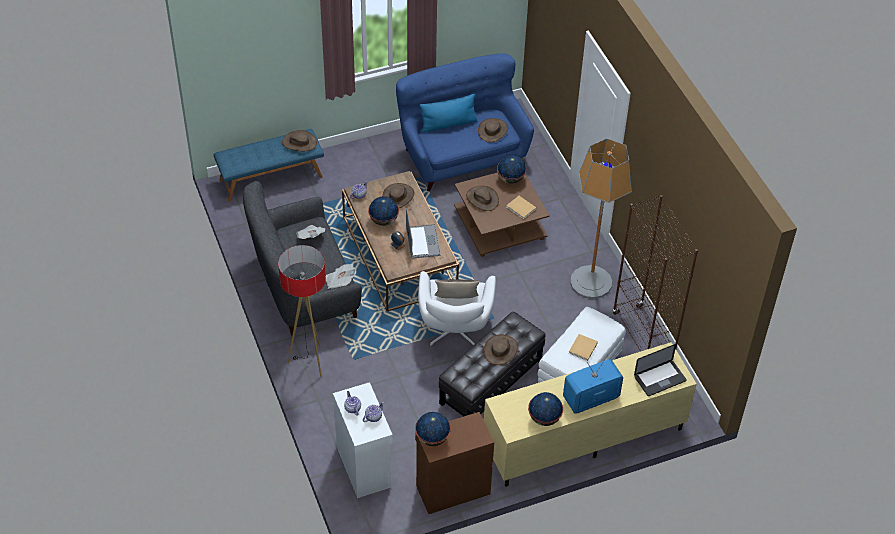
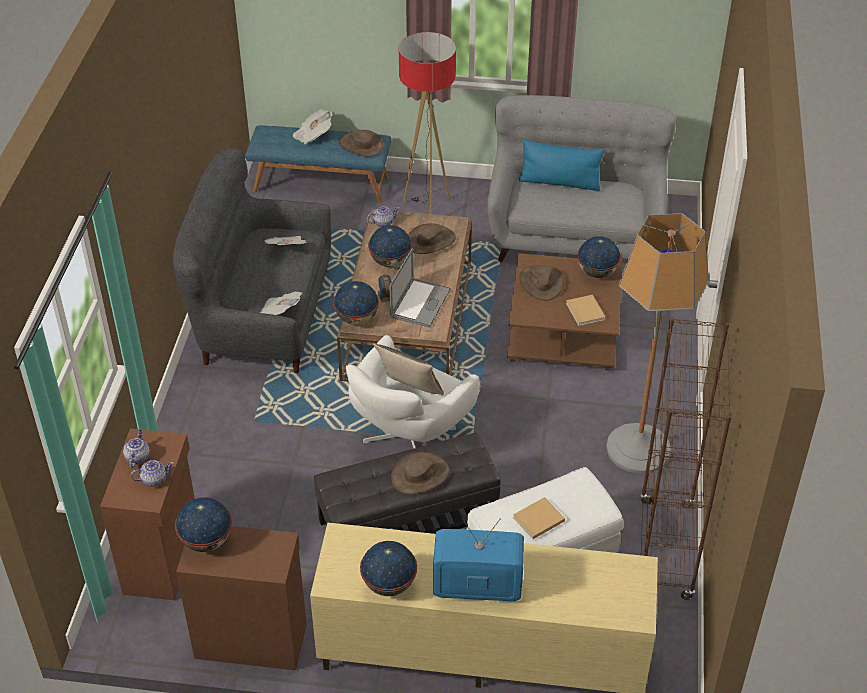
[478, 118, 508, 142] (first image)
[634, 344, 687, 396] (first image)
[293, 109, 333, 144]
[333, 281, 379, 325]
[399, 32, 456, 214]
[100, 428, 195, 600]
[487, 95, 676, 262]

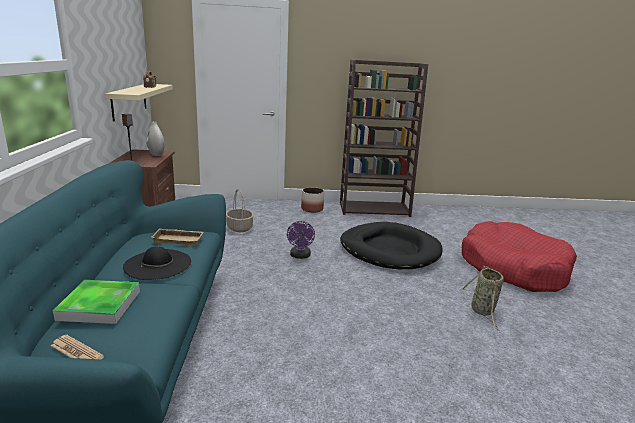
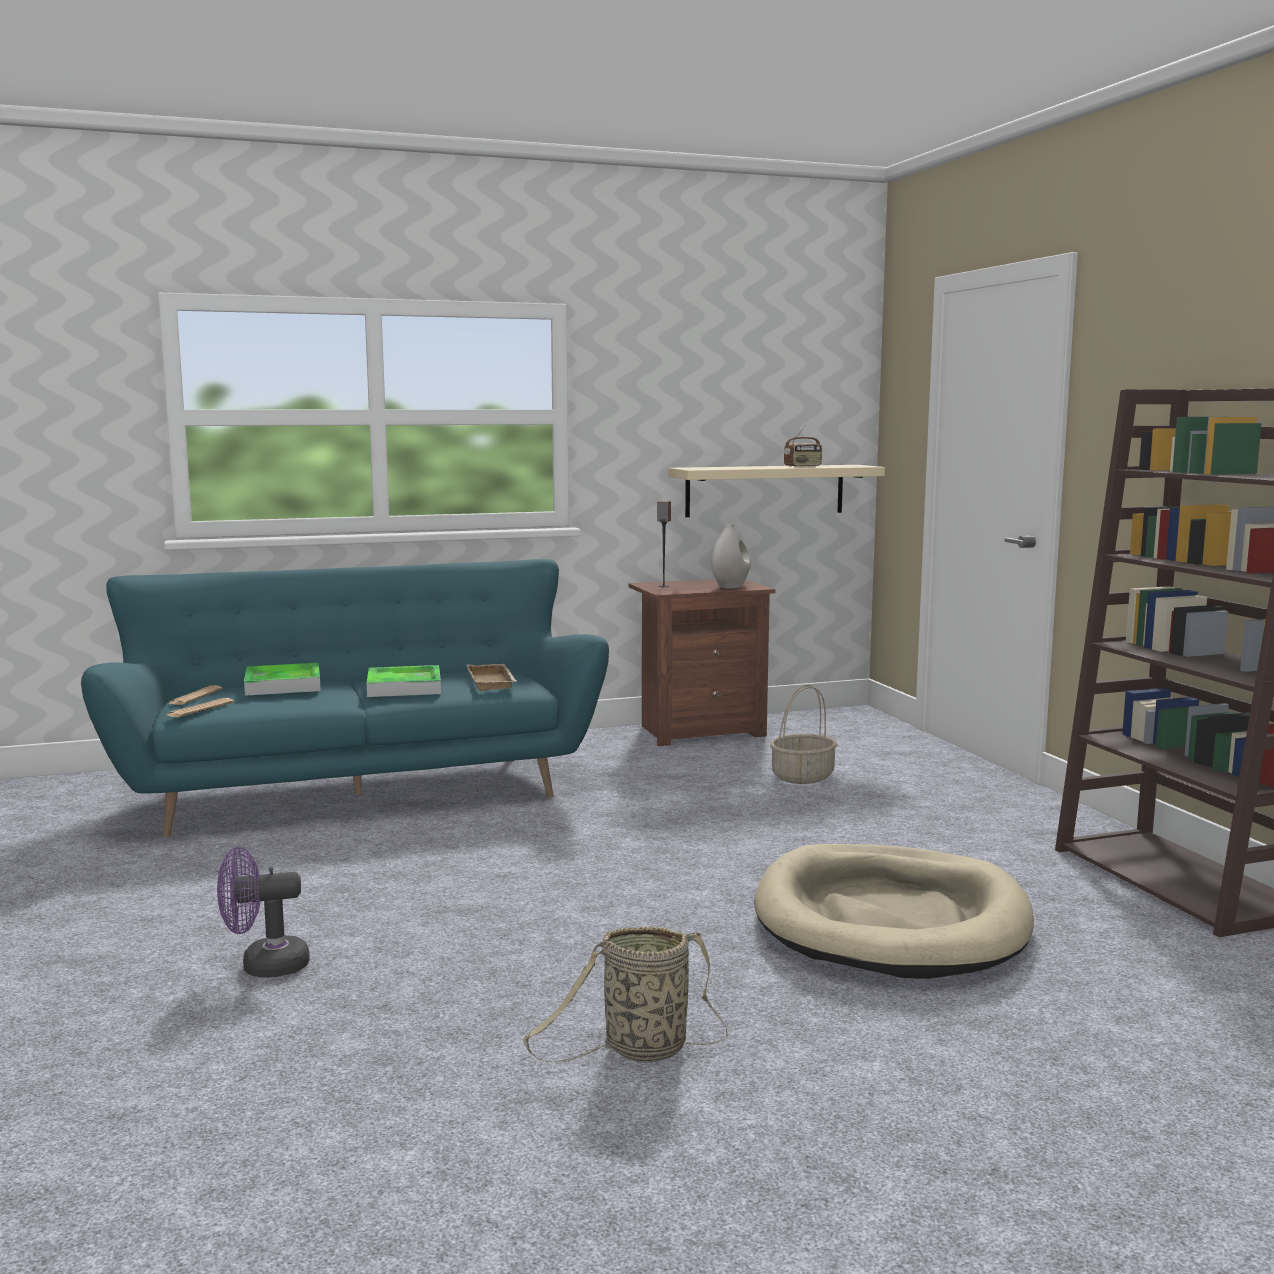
[301, 187, 324, 213] (first image)
[462, 221, 577, 292] (first image)
[168, 698, 234, 718]
[217, 847, 310, 978]
[367, 665, 441, 697]
[754, 844, 1034, 979]

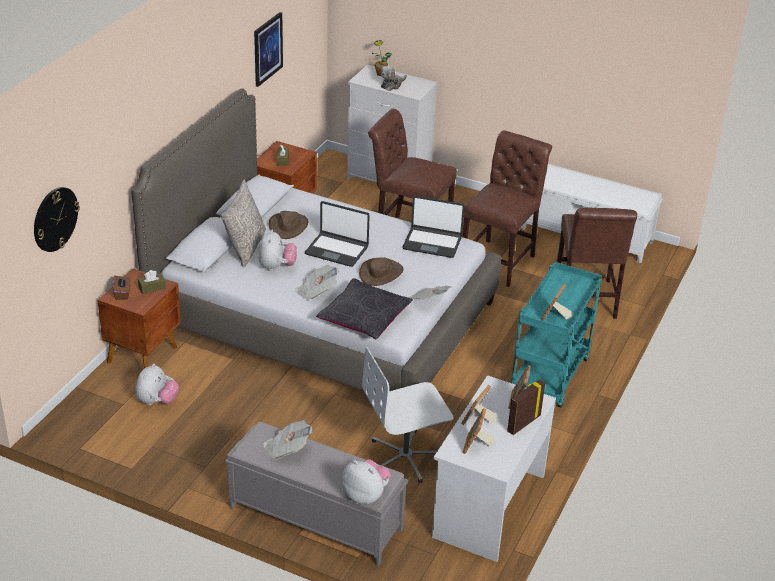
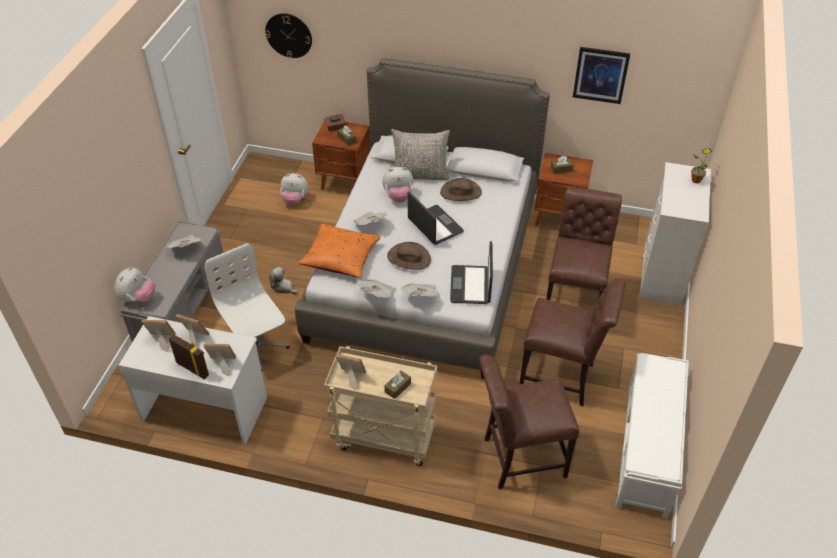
[384, 371, 411, 399]
[401, 283, 439, 297]
[269, 267, 298, 295]
[298, 224, 381, 278]
[324, 346, 437, 466]
[408, 192, 464, 245]

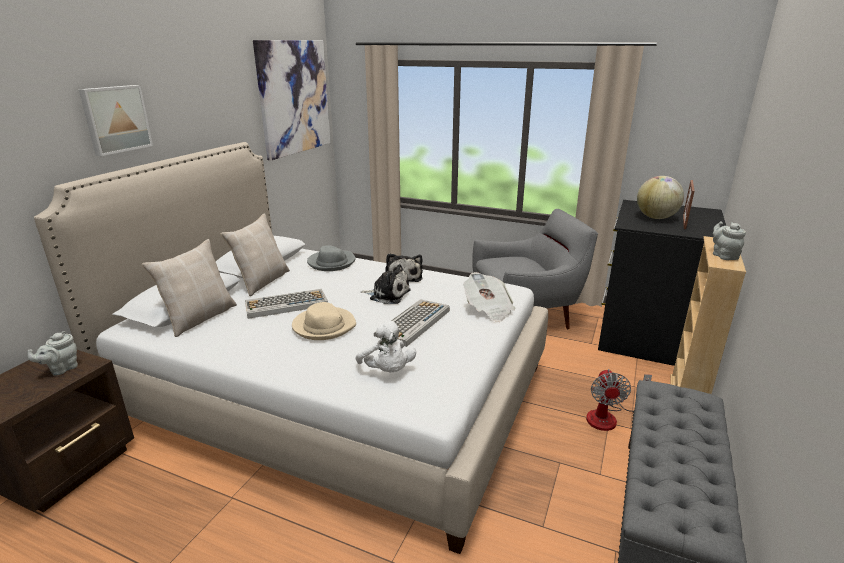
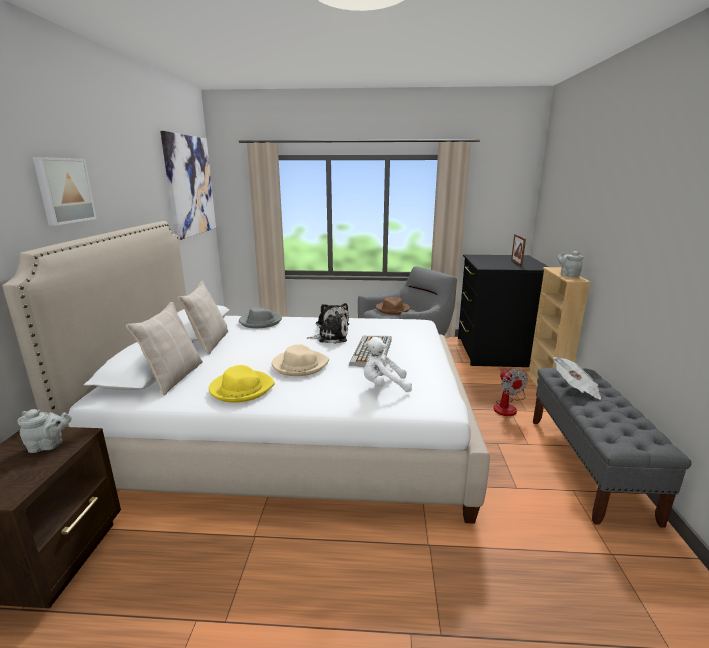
[245, 289, 328, 319] (first image)
[637, 176, 684, 219] (first image)
[209, 365, 275, 403]
[376, 297, 410, 315]
[553, 357, 602, 400]
[18, 409, 72, 453]
[364, 337, 412, 392]

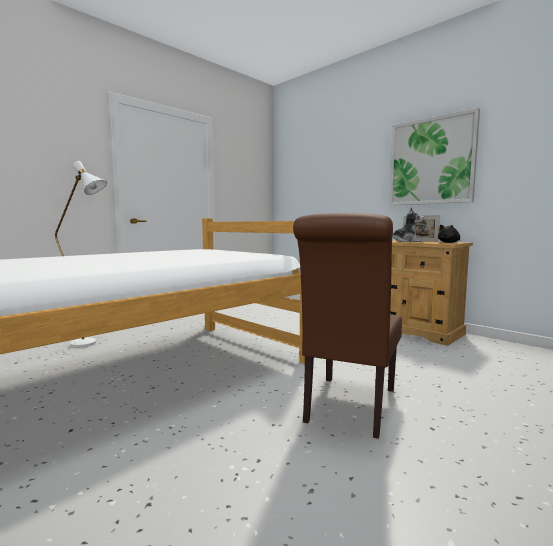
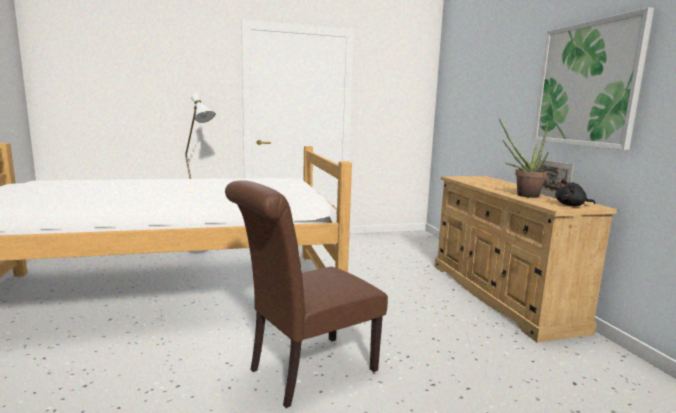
[499, 118, 549, 198]

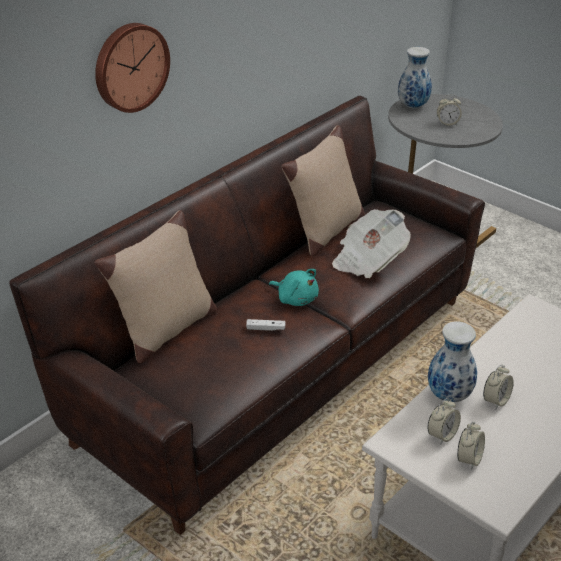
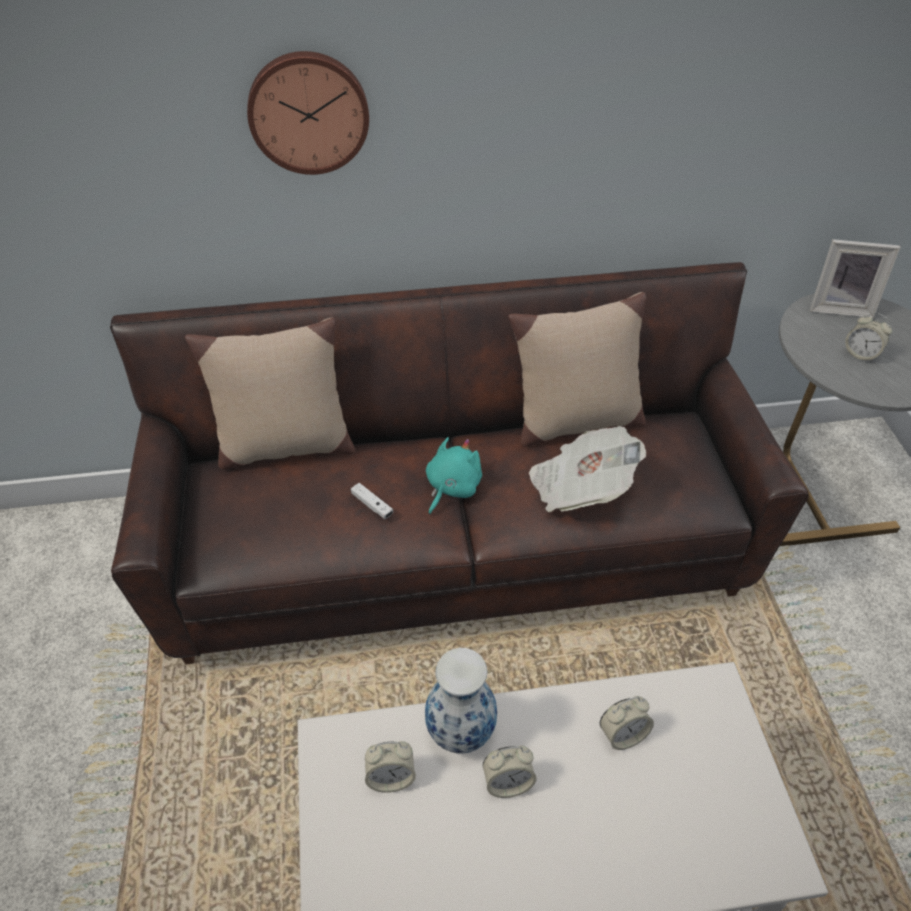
[600, 696, 654, 750]
[810, 239, 901, 318]
[426, 437, 482, 515]

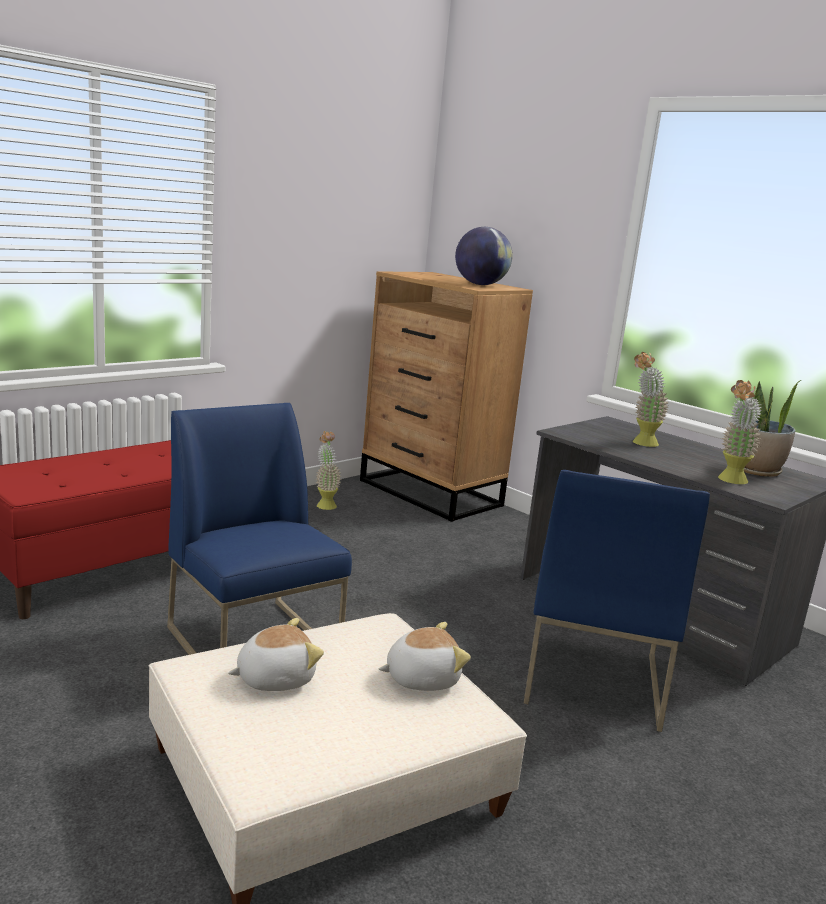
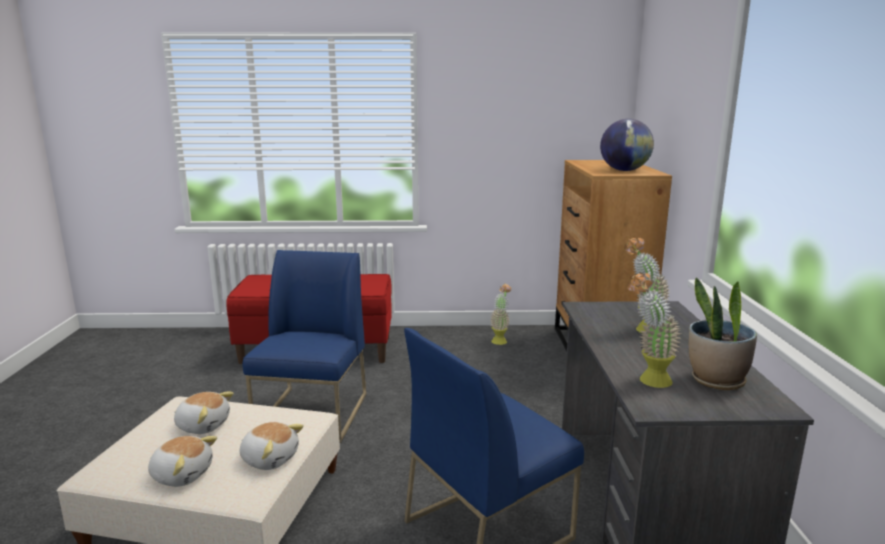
[148, 436, 217, 487]

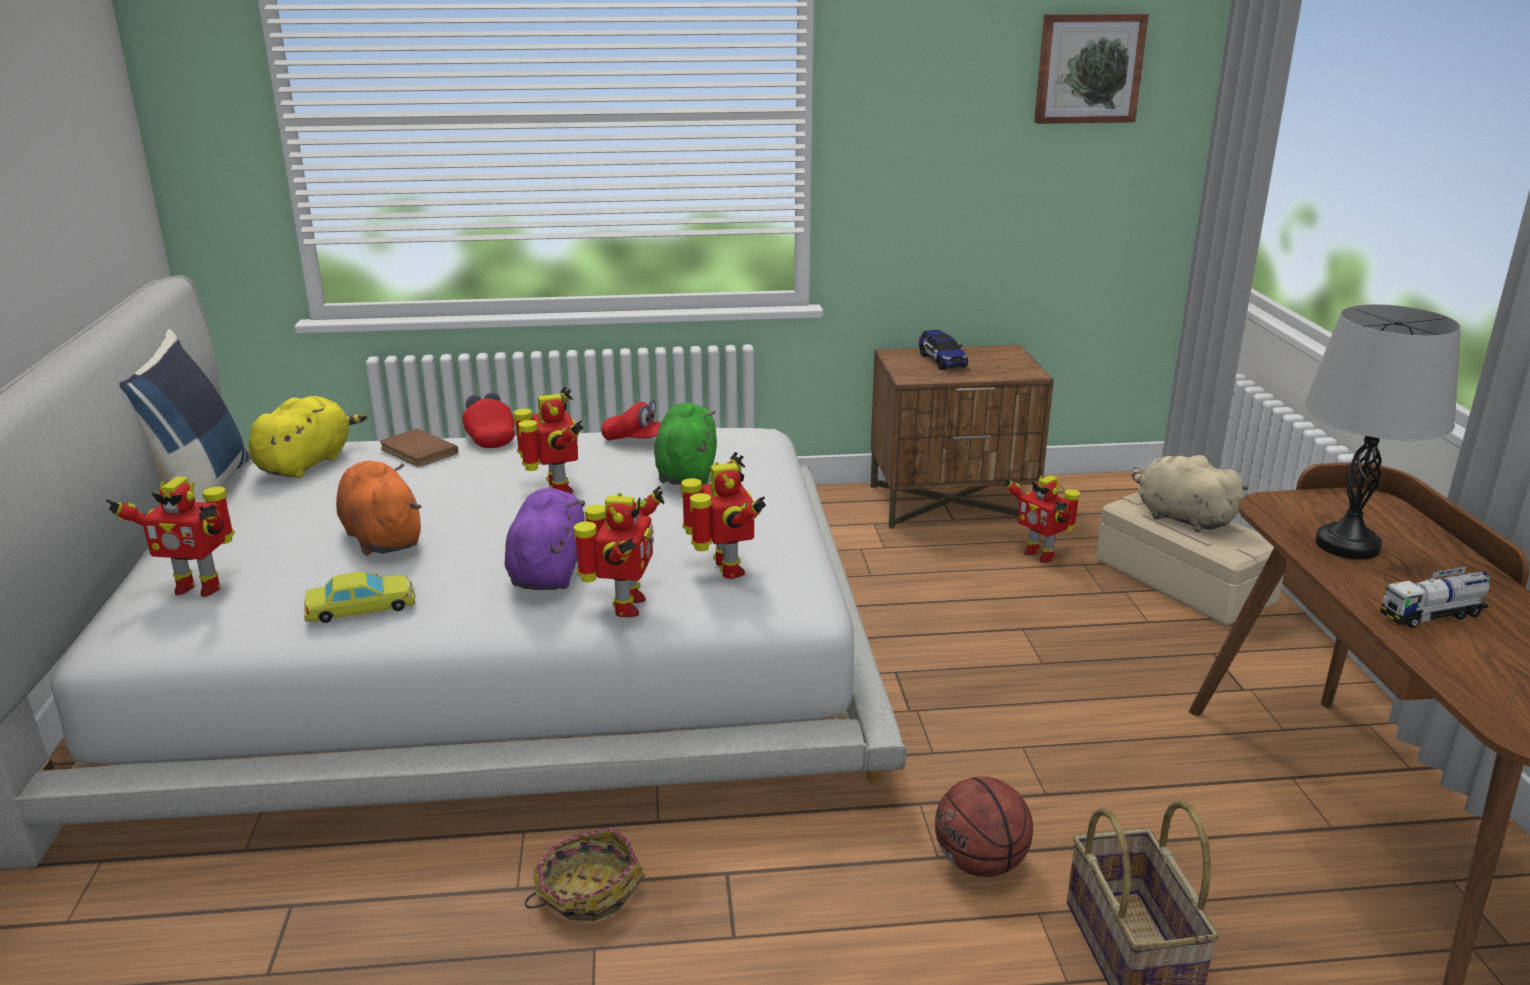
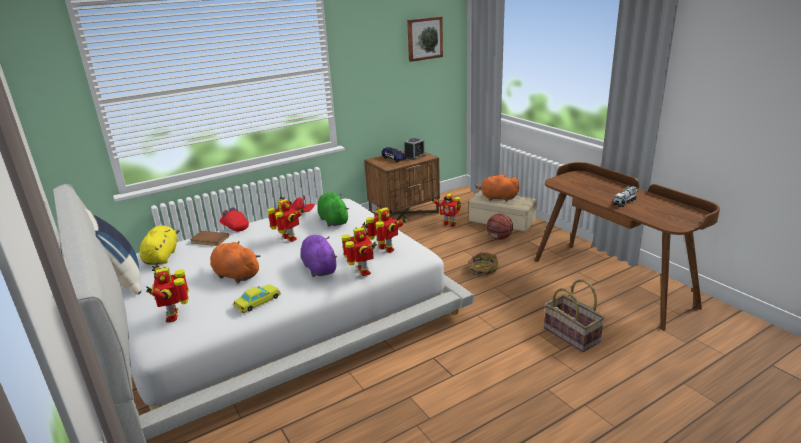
[1304, 304, 1461, 560] (first image)
[404, 138, 425, 160]
[468, 252, 499, 276]
[486, 214, 513, 240]
[475, 174, 519, 202]
[146, 264, 189, 322]

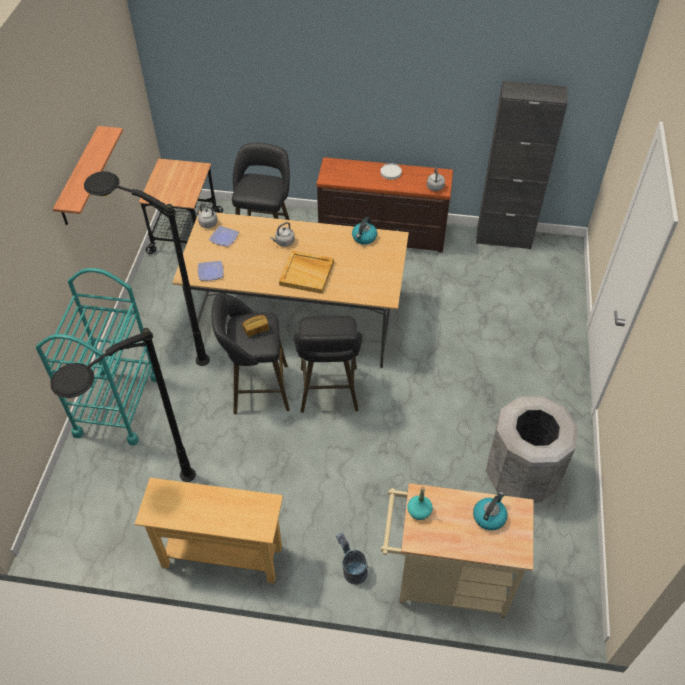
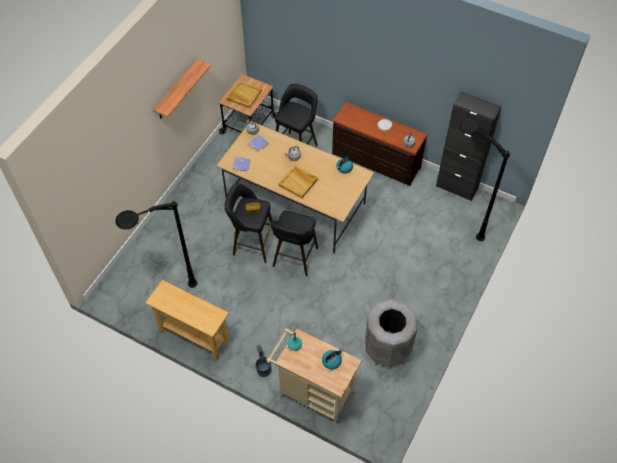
[36, 268, 157, 446] (first image)
[227, 81, 262, 108]
[459, 118, 510, 241]

